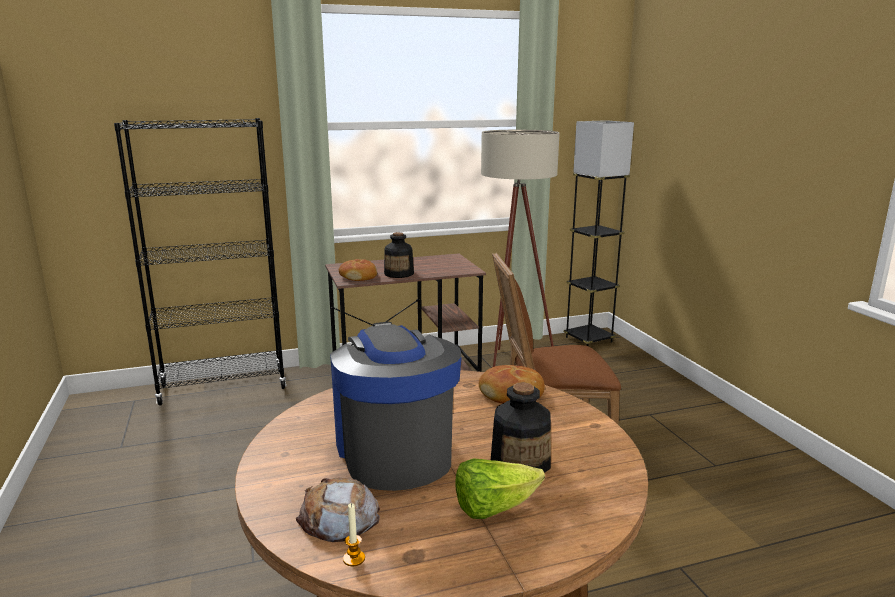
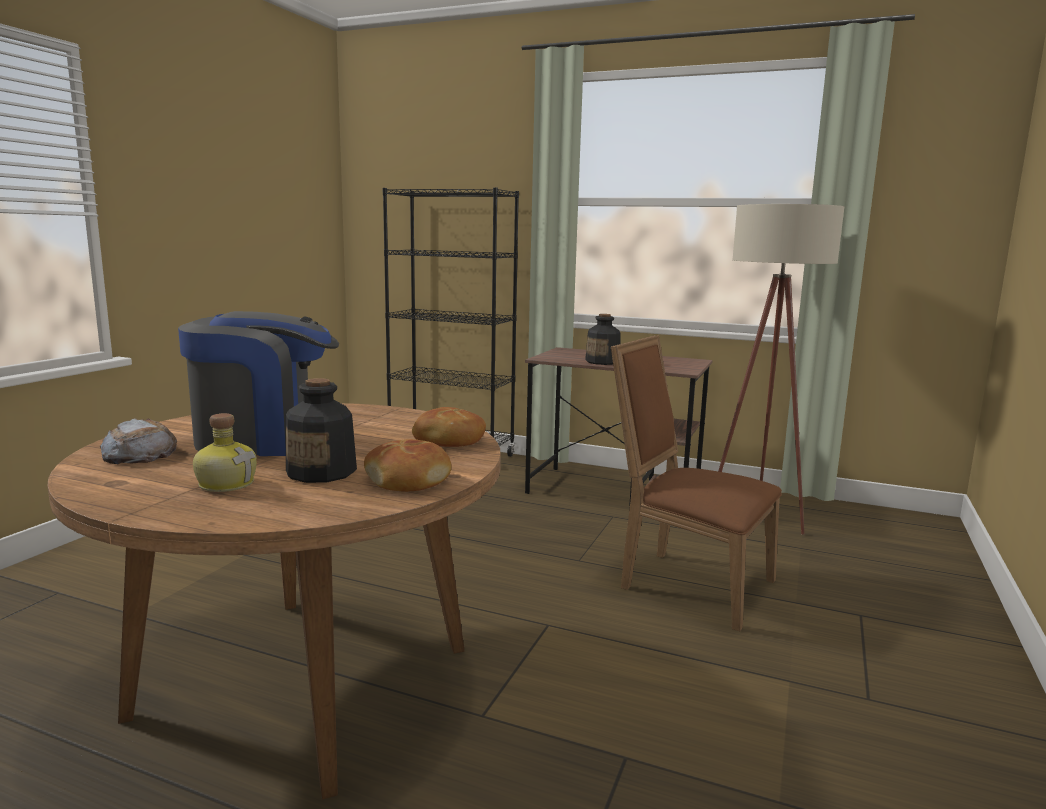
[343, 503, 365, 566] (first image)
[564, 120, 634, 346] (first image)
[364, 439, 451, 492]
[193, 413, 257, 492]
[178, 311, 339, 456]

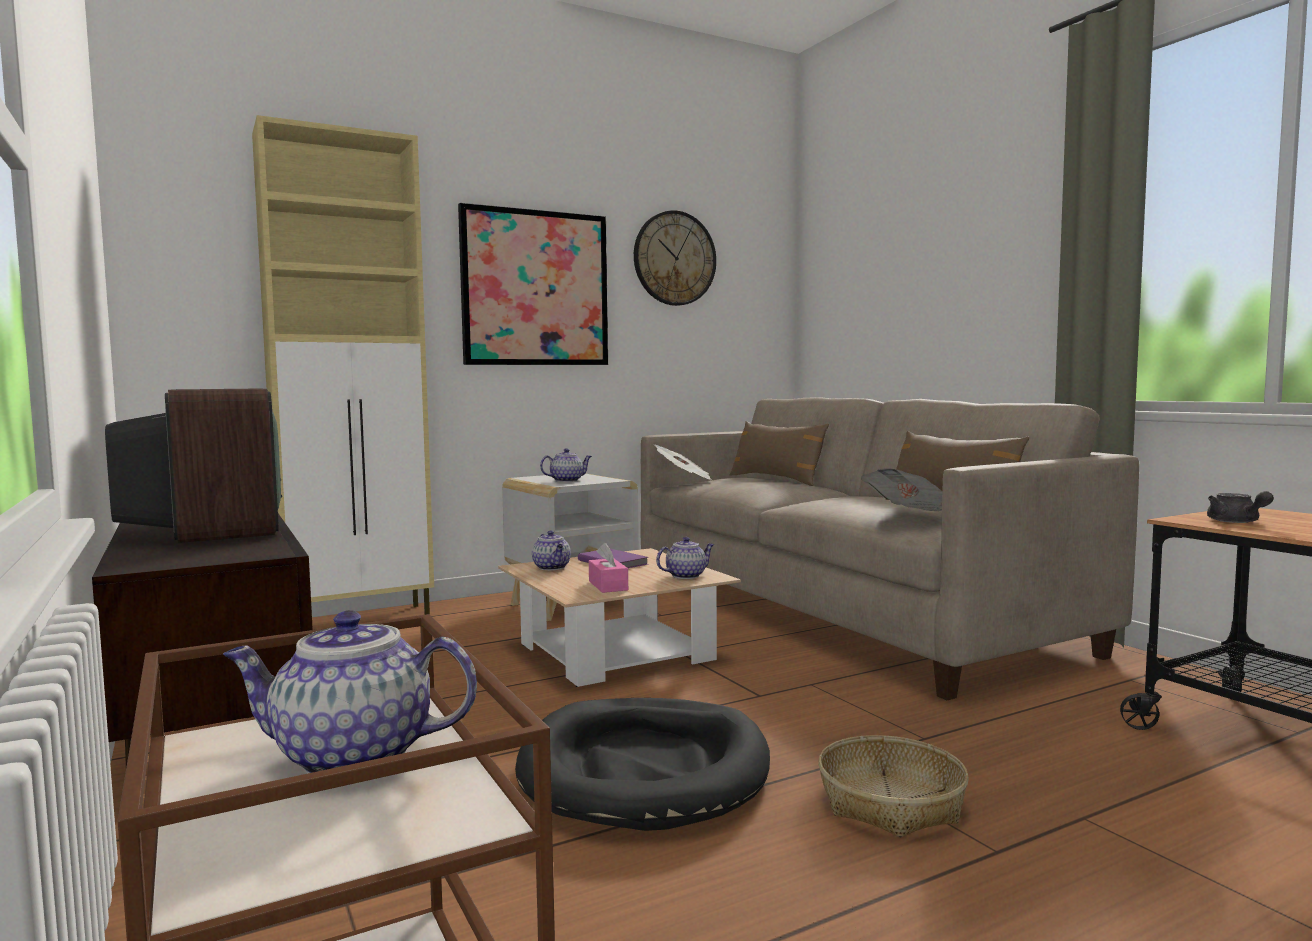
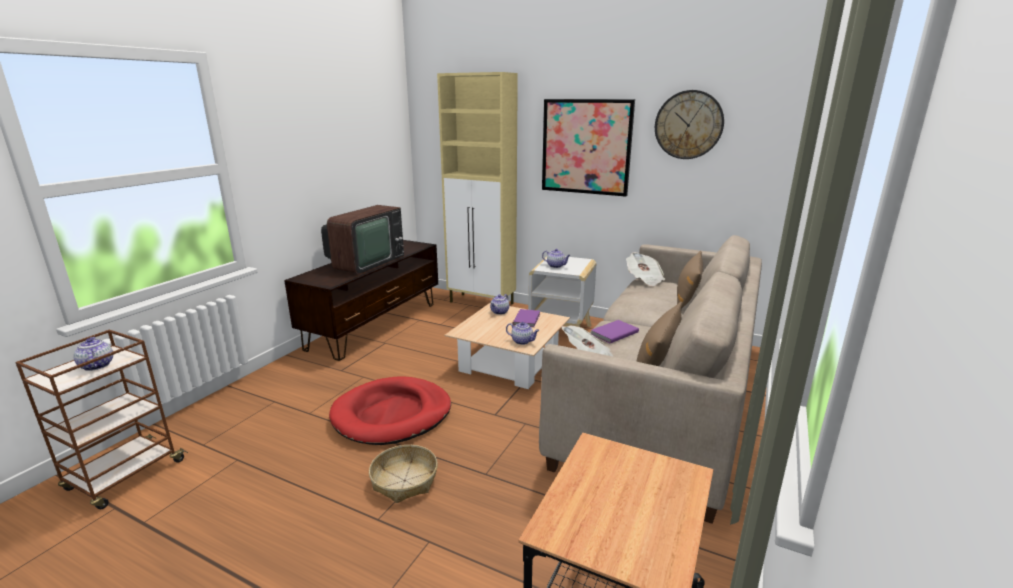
[589, 543, 628, 593] (first image)
[1207, 491, 1274, 523] (first image)
[591, 320, 639, 343]
[329, 376, 451, 445]

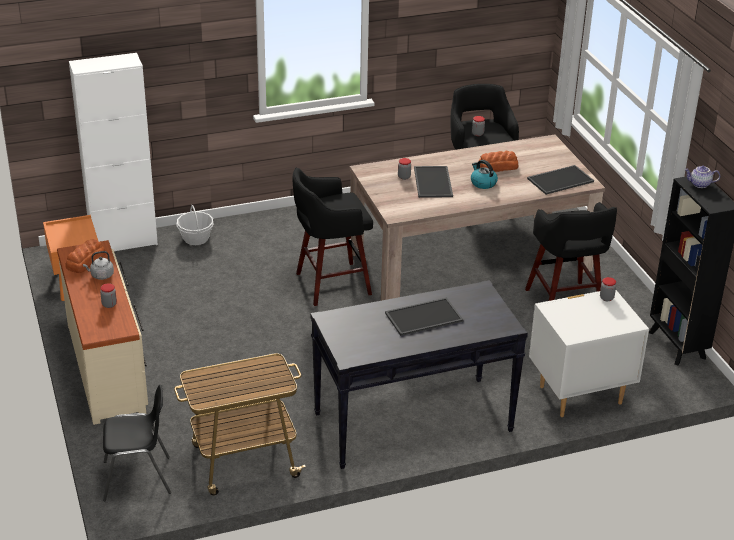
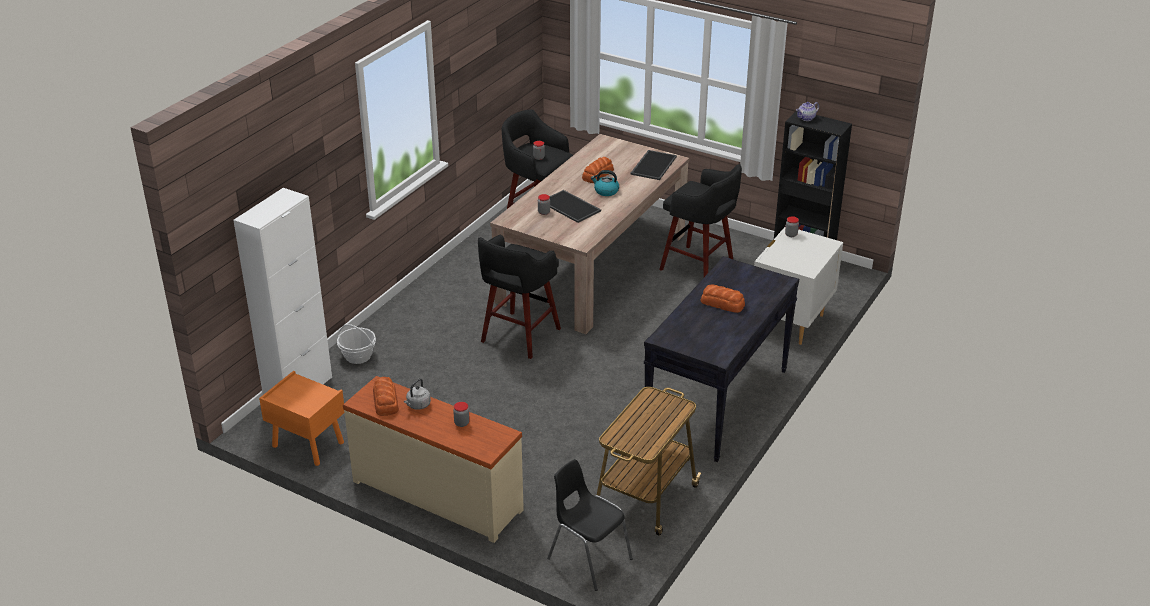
[701, 284, 745, 313]
[547, 459, 633, 591]

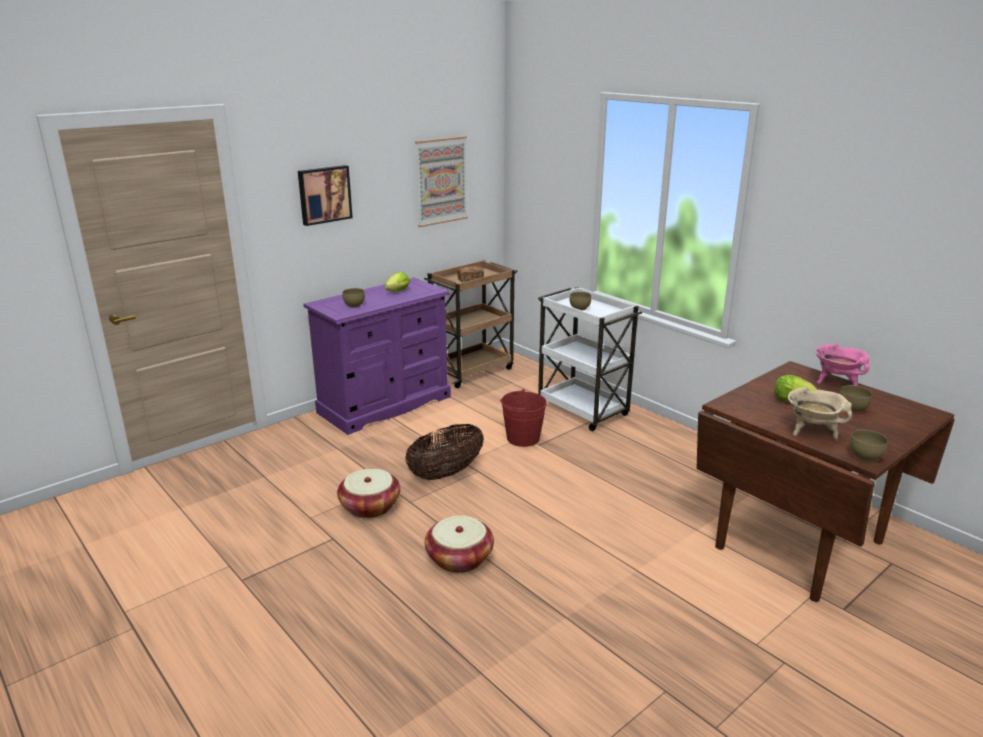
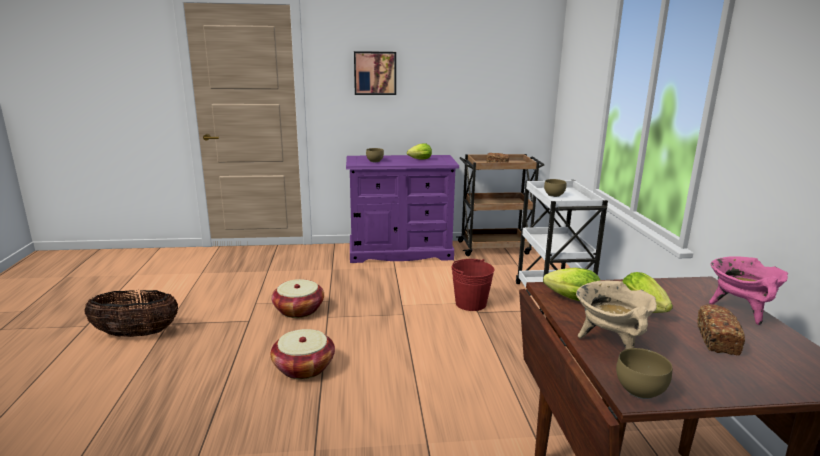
[415, 136, 468, 227] (first image)
[543, 268, 600, 301]
[84, 290, 178, 337]
[697, 304, 745, 355]

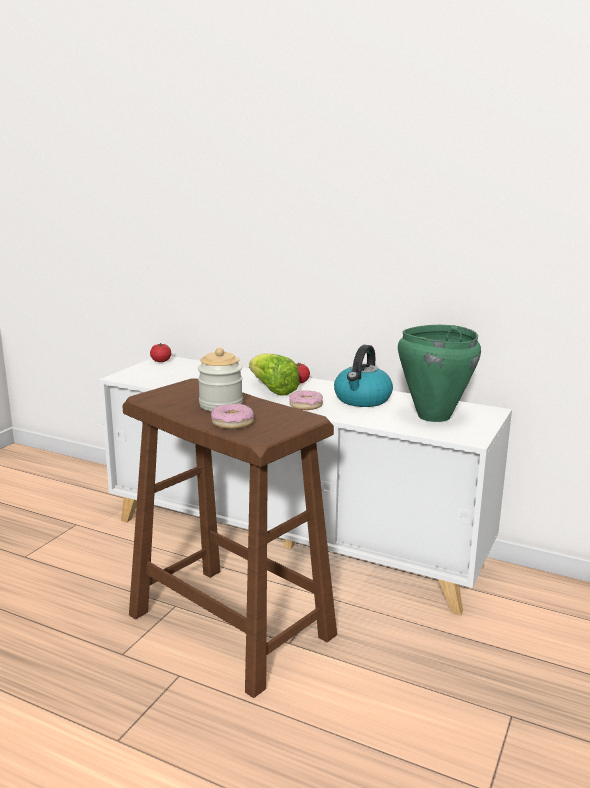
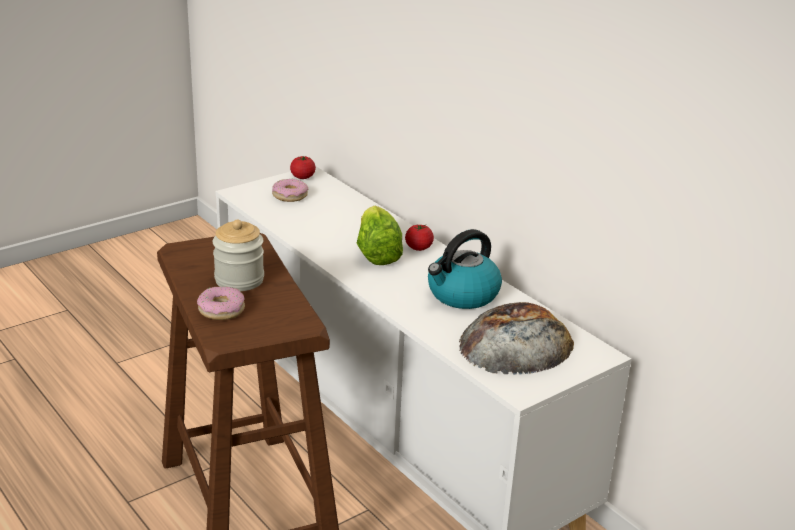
[272, 179, 308, 202]
[459, 302, 574, 375]

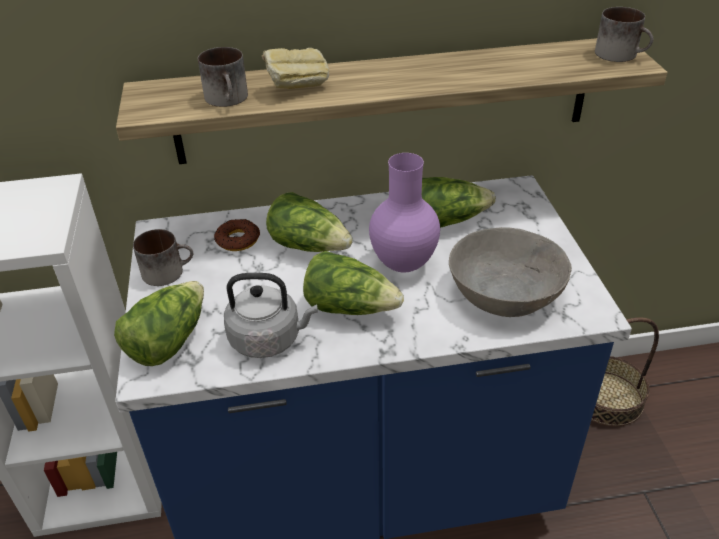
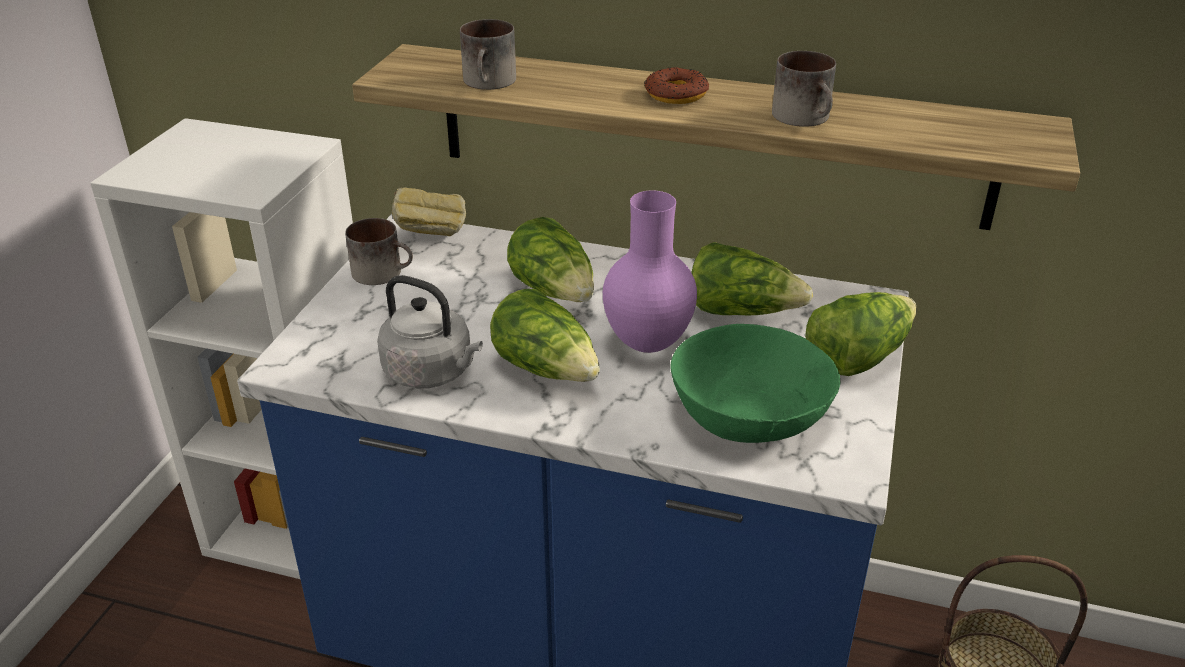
[805, 292, 916, 376]
[644, 67, 709, 104]
[392, 187, 466, 236]
[772, 51, 836, 127]
[671, 324, 841, 443]

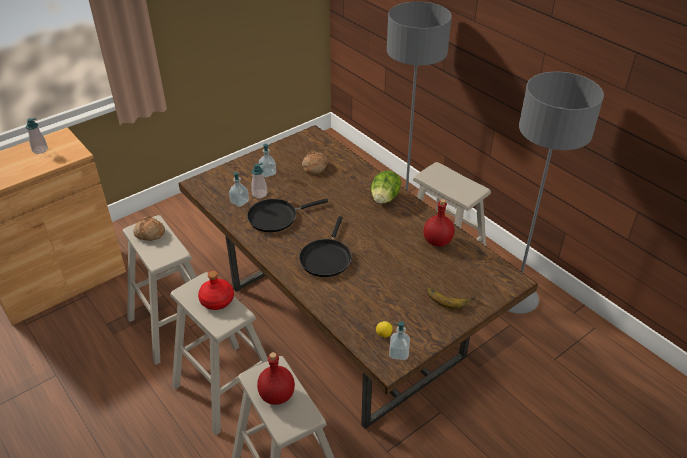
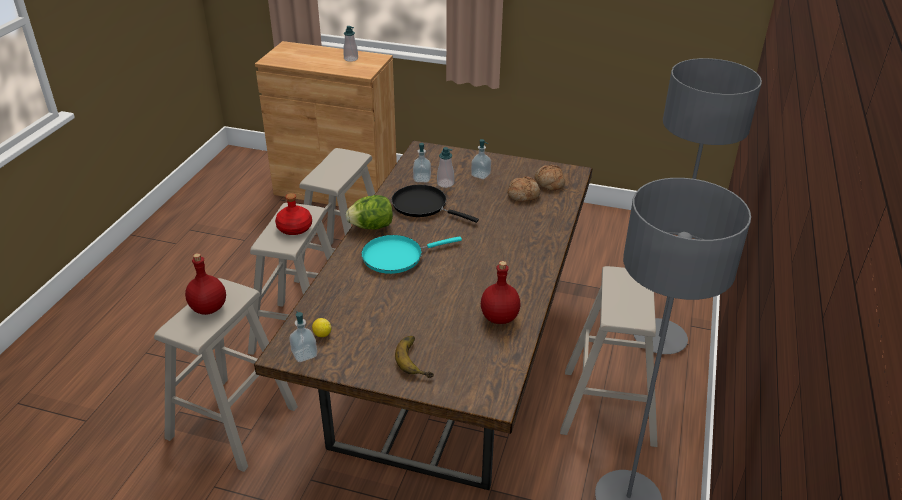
[535, 165, 565, 191]
[346, 195, 393, 230]
[361, 235, 462, 274]

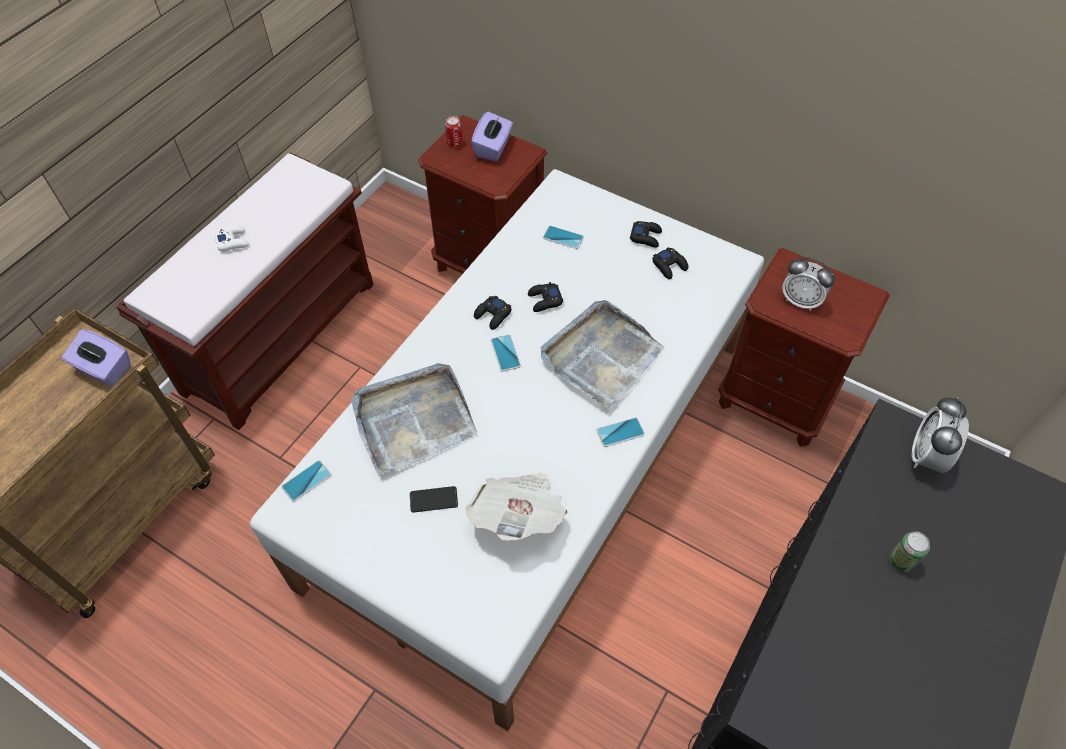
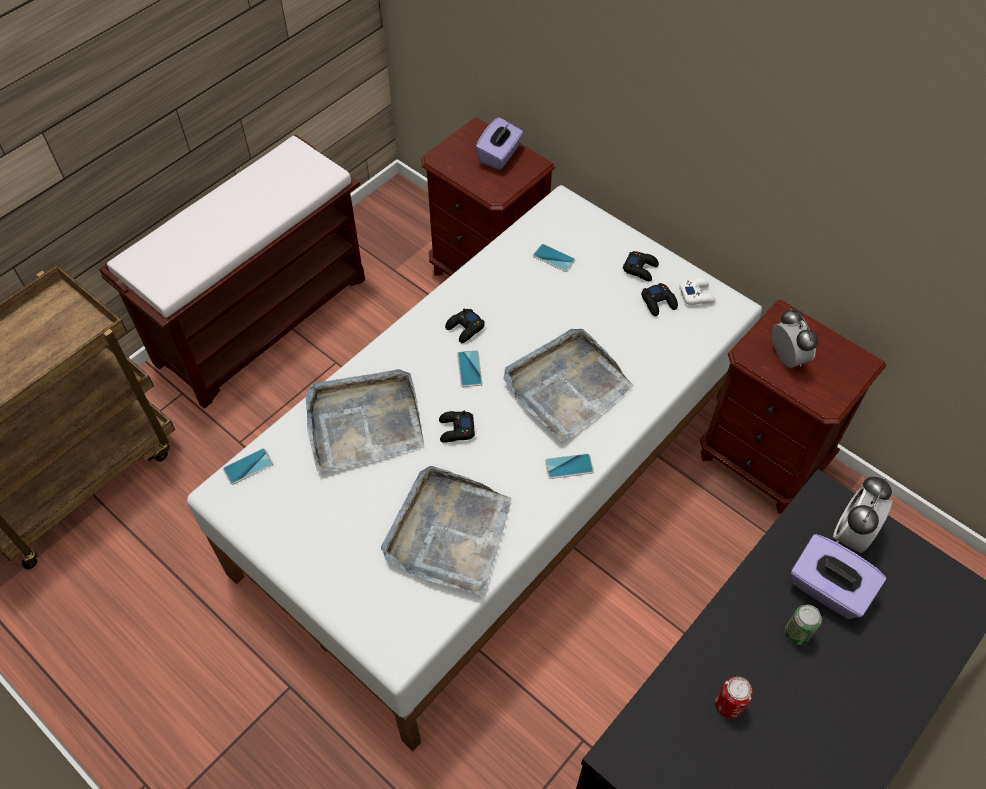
[410, 486, 458, 513] (first image)
[791, 534, 886, 619]
[679, 278, 715, 305]
[715, 677, 753, 719]
[439, 411, 475, 443]
[381, 466, 512, 596]
[772, 308, 818, 368]

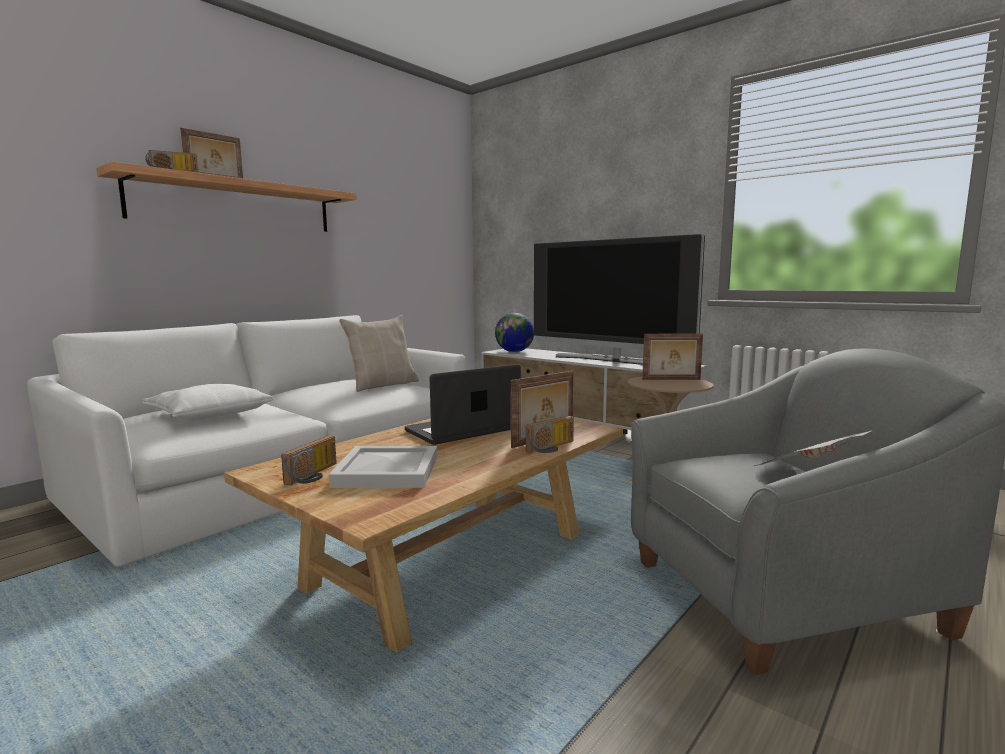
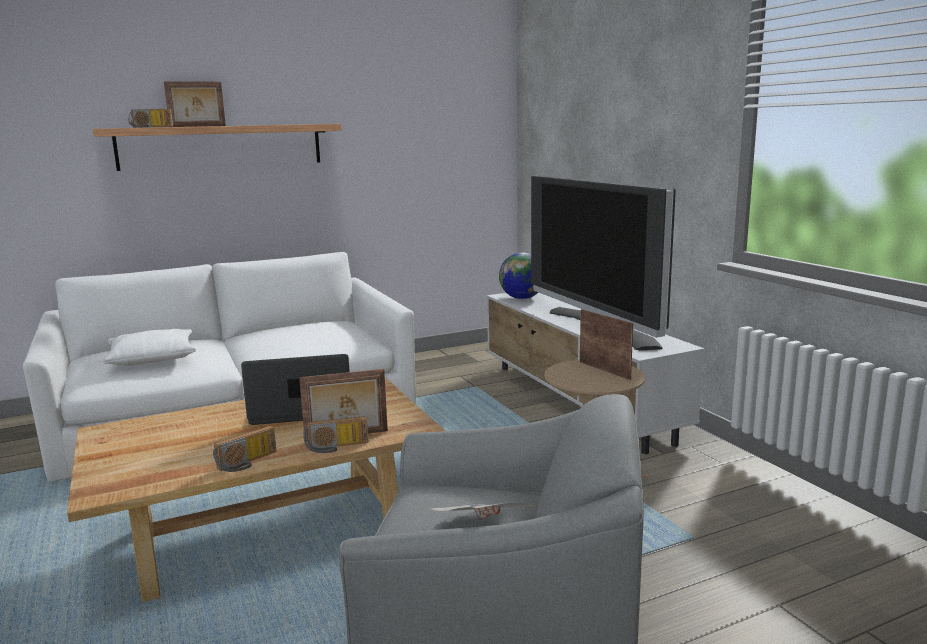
[328, 446, 437, 488] (first image)
[339, 315, 419, 392] (first image)
[213, 426, 276, 472]
[580, 309, 633, 380]

